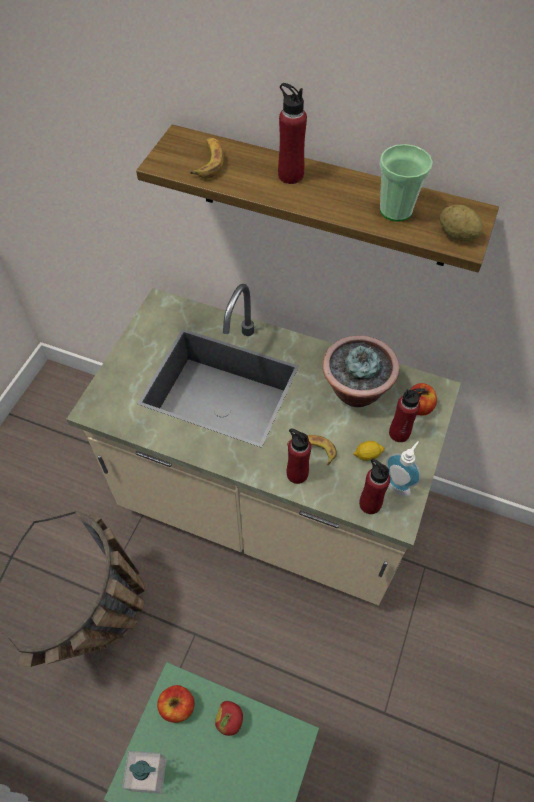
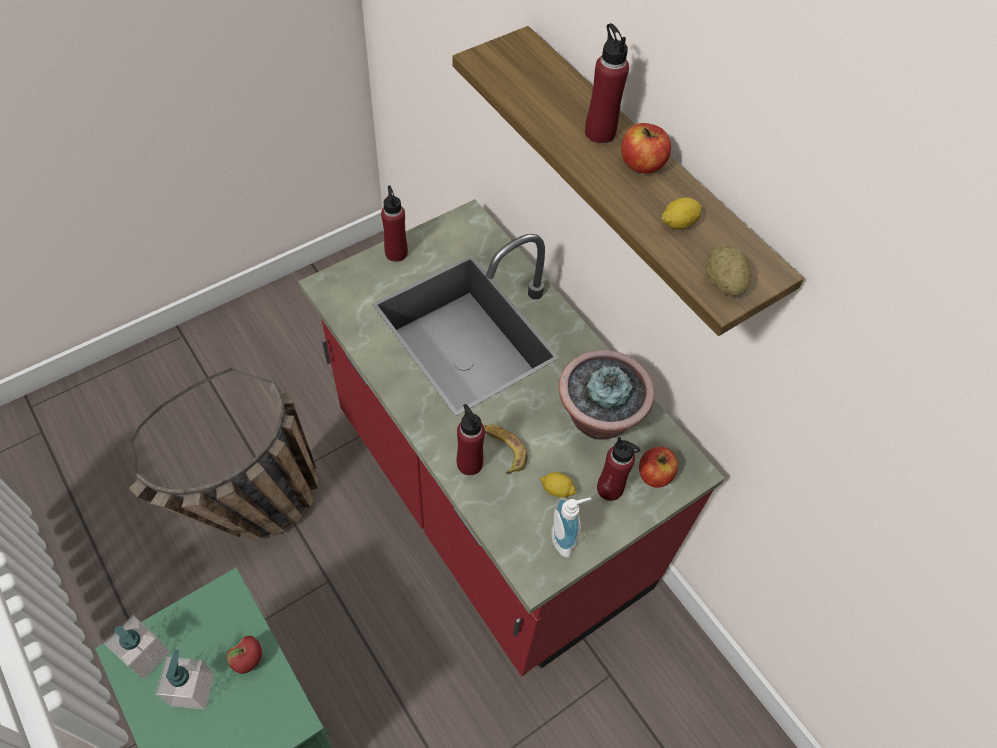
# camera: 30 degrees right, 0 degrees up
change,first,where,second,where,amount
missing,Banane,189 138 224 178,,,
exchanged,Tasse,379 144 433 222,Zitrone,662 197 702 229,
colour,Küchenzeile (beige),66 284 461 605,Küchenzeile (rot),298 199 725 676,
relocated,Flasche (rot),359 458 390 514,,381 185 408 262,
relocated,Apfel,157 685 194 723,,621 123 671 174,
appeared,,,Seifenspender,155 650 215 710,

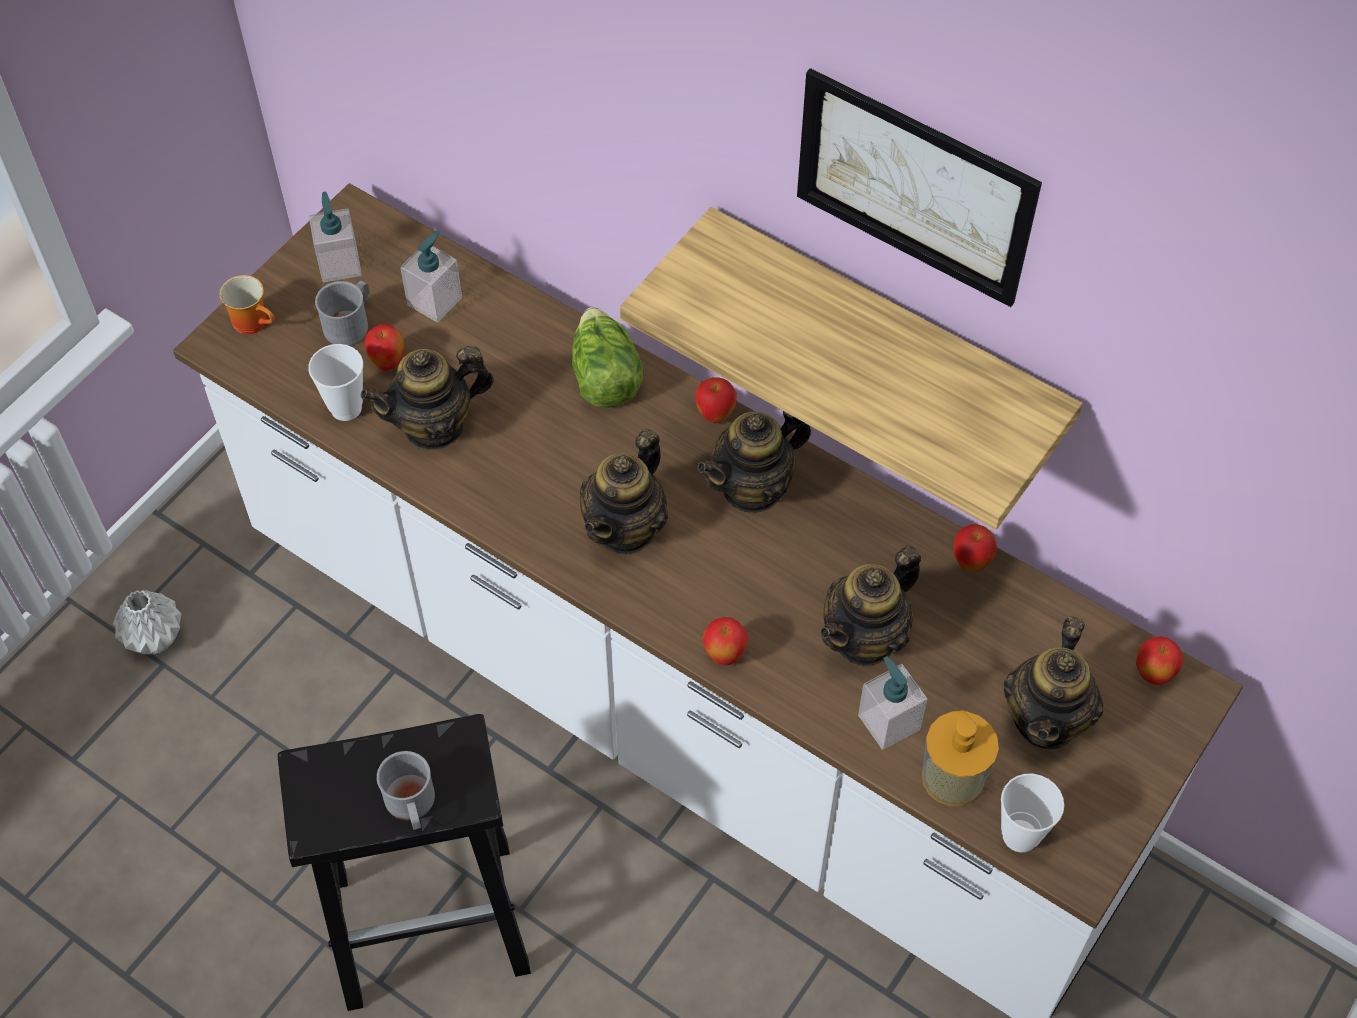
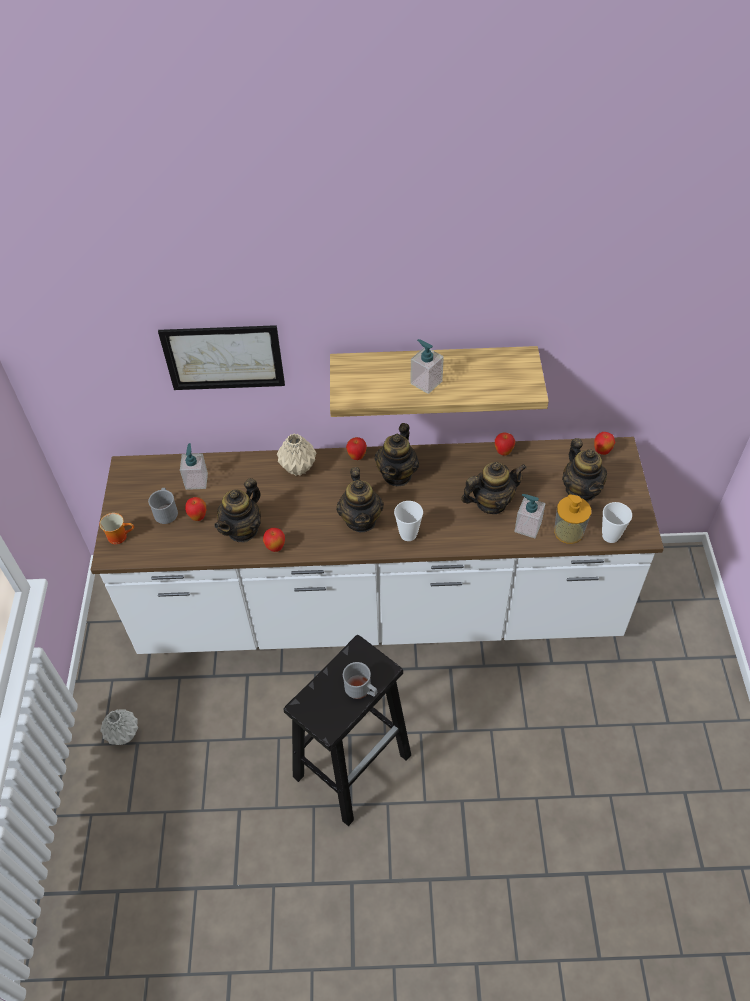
# camera: 35 degrees left, 5 degrees down
change,first,where,second,where,amount
relocated,Bild,797 68 1042 307,,158 325 285 390,
relocated,Seifenspender,309 192 362 282,,411 339 444 394,
exchanged,Salatkopf,572 307 643 408,Vase (beige),277 433 316 476,
relocated,Tasse,308 344 363 421,,394 501 423 541,
spun,Teekanne,820 546 921 668,,461 462 527 514,120 degrees counterclockwise
relocated,Apfel,702 617 748 666,,263 528 285 552,

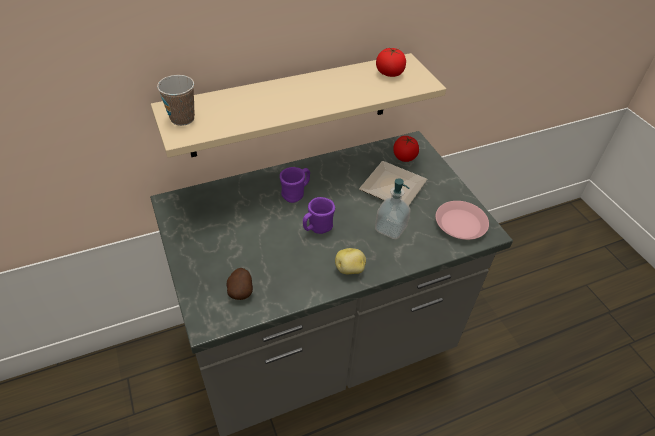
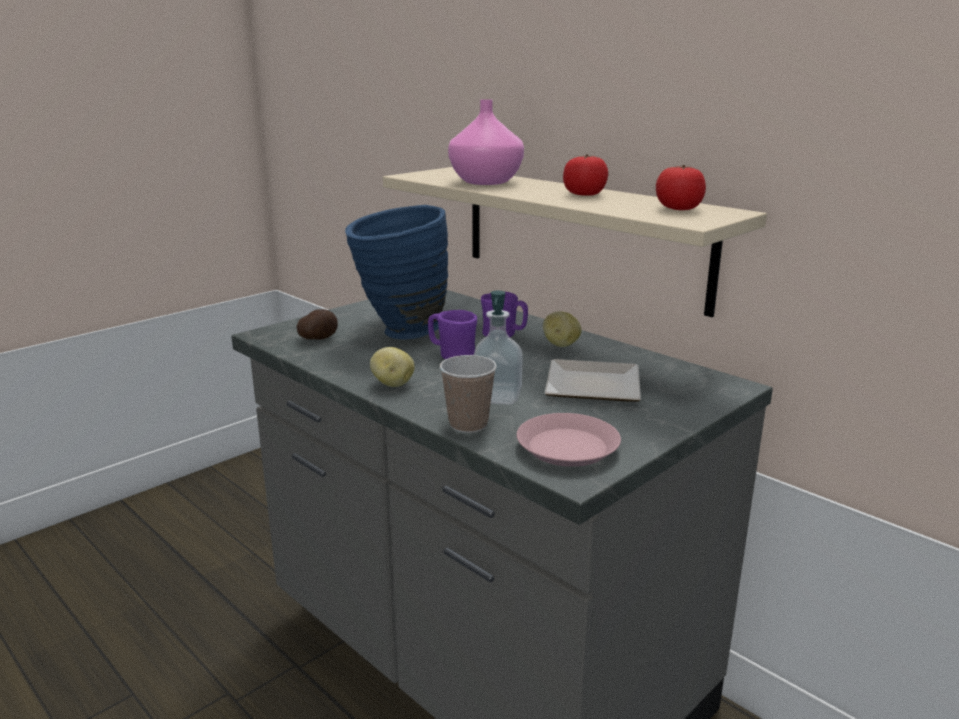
# camera: 70 degrees right, 25 degrees down
change,first,where,second,where,amount
relocated,Tasse,157 75 195 126,,440 355 497 433,
relocated,Tomate,393 136 419 162,,563 154 608 196,
appeared,,,Vase (rosa),448 99 524 185,
appeared,,,Vase (blau),345 205 448 339,
appeared,,,Kartoffel,543 311 581 347,

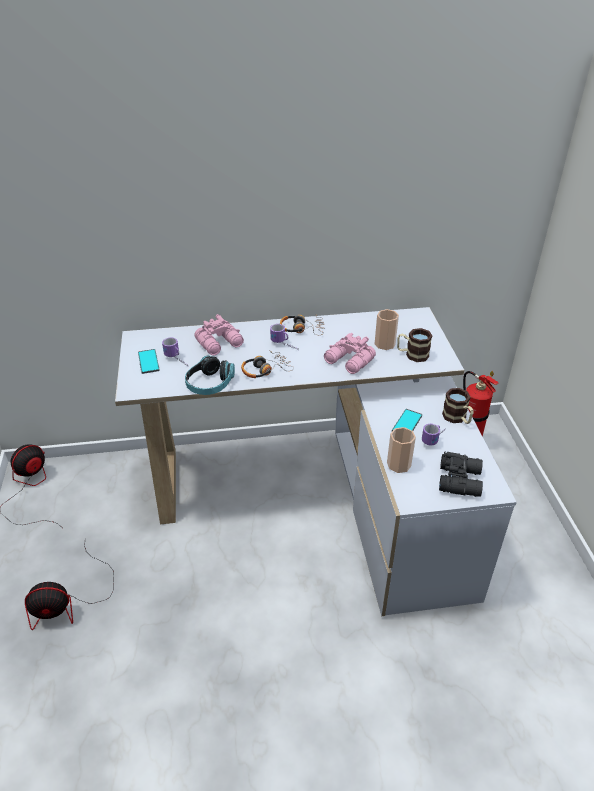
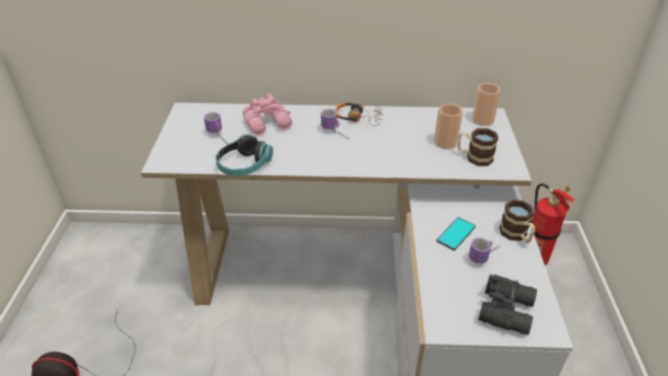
# camera: 10 degrees right, 0 degrees up
change,first,where,second,where,amount
missing,Fernglas (rosa),324 333 376 374,,,
missing,Handy,138 349 160 374,,,
missing,Kopfhörer,241 350 294 378,,,
relocated,Tasse,387 427 416 473,,472 83 501 126,
missing,Ventilator,0 444 63 528,,,

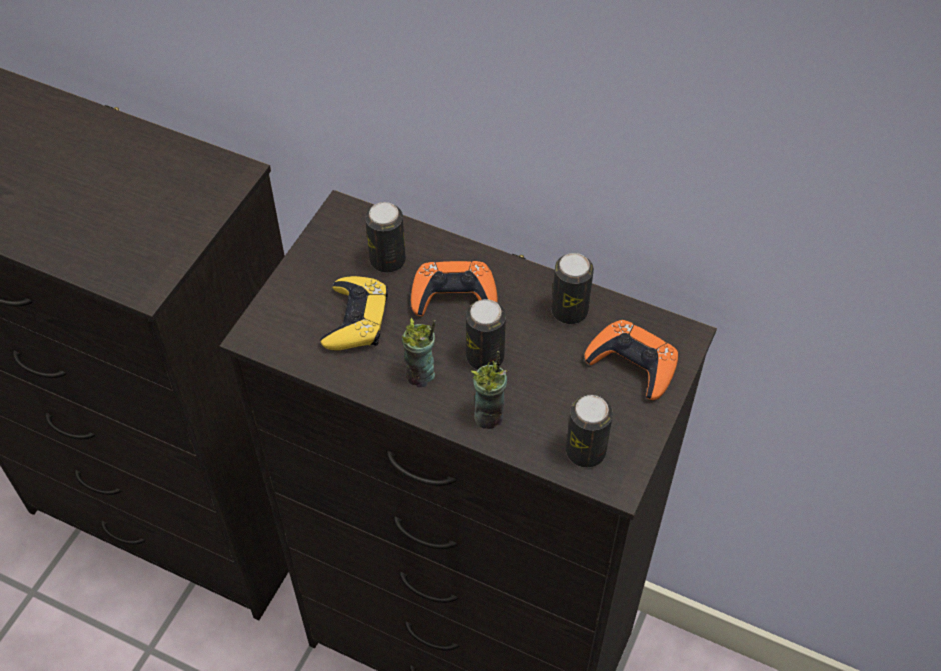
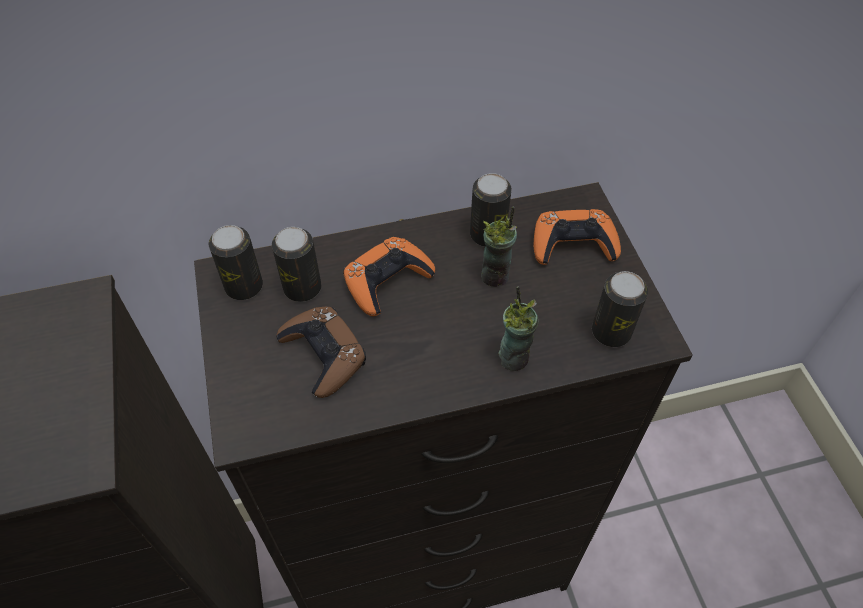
# camera: 40 degrees left, 0 degrees up
change,first,where,second,where,amount
colour,Gamepad (gelb),320 276 388 350,Gamepad (braun),276 307 366 398,
relocated,Dose,466 299 506 370,,209 225 263 300,
relocated,Tasse,402 318 436 387,,481 207 517 287,

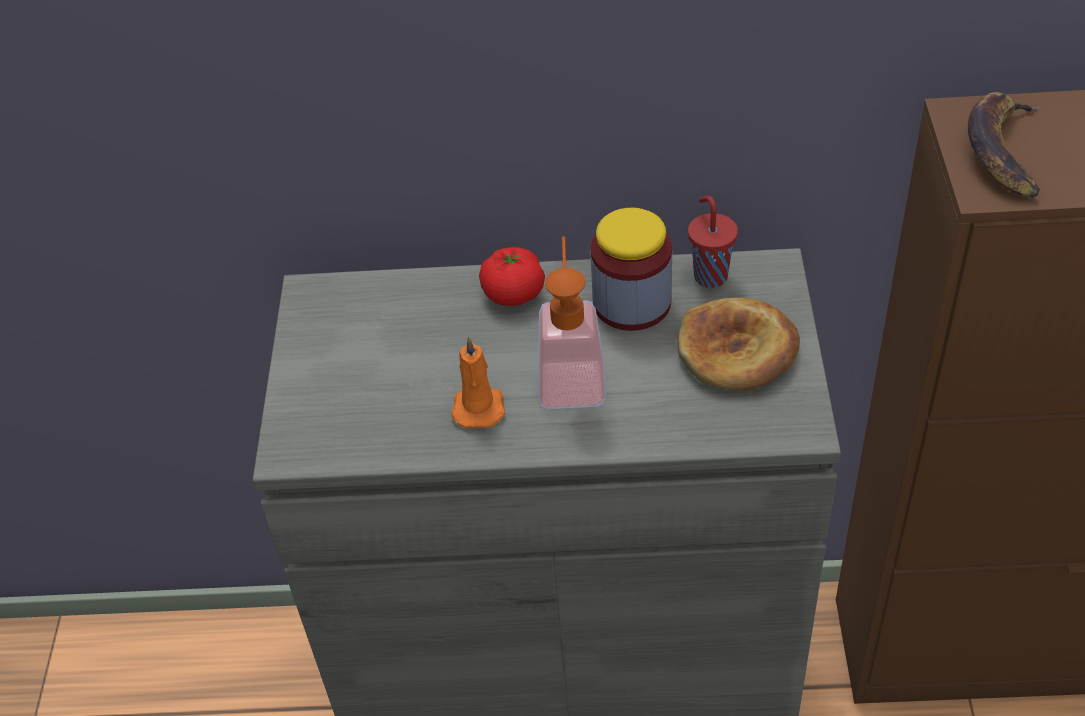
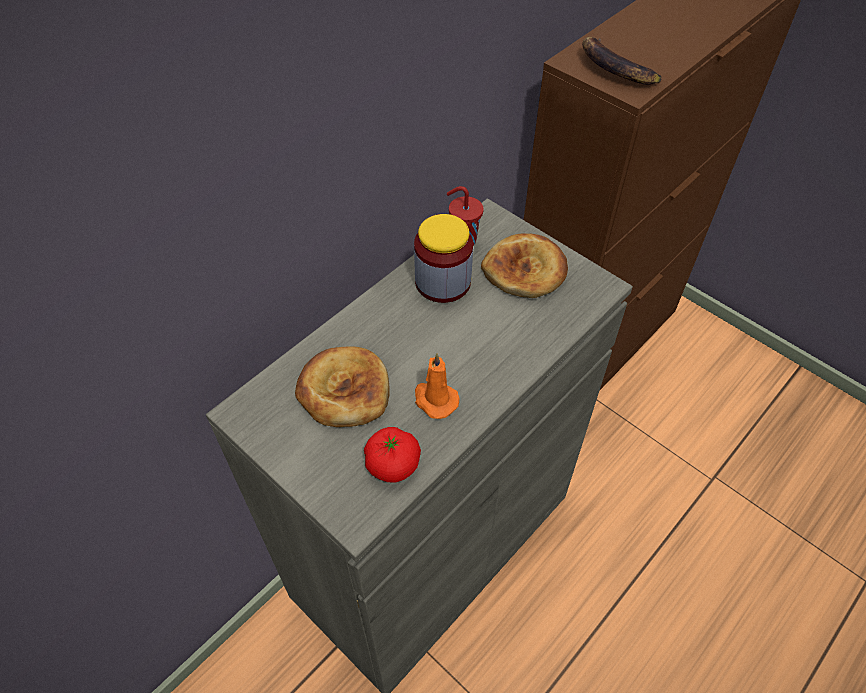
# camera: 50 degrees left, 5 degrees up
change,first,where,second,where,amount
missing,Seifenspender,538 236 606 409,,,
relocated,Tomate,479 247 545 306,,364 427 421 483,
appeared,,,Brot,295 346 390 427,

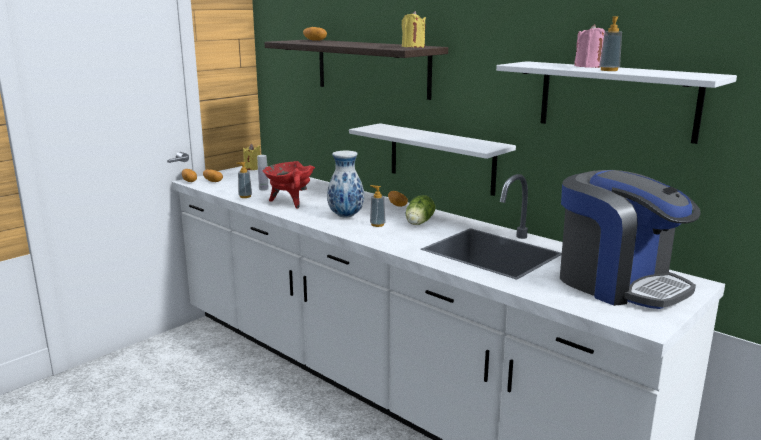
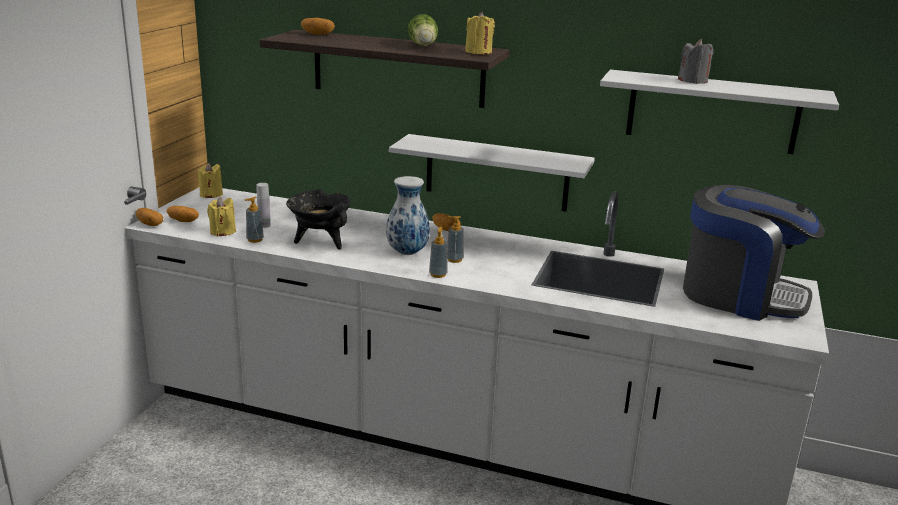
# camera: 25 degrees left, 5 degrees up
change,first,where,second,where,amount
relocated,Seifenspender,599 16 622 71,,429 227 448 278,
colour,Kerze (rosa),574 24 605 68,Kerze (grau),678 39 714 84,
colour,Kochtopf (rot),262 161 315 209,Kochtopf (schwarz),286 189 351 249,
relocated,Salatkopf,406 195 435 225,,408 14 438 46,
appeared,,,Kerze (gelb),207 197 236 236,

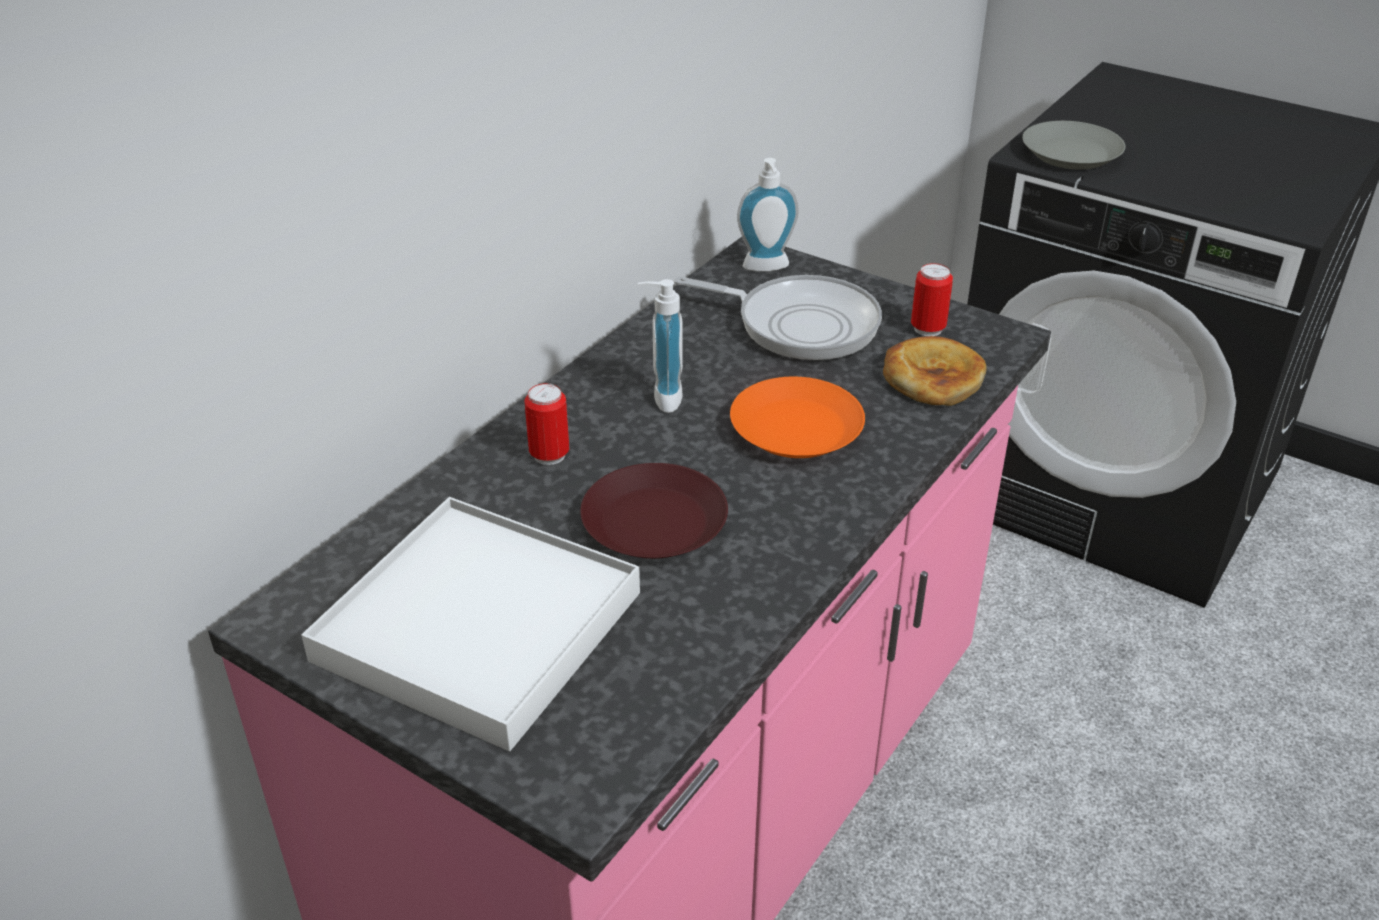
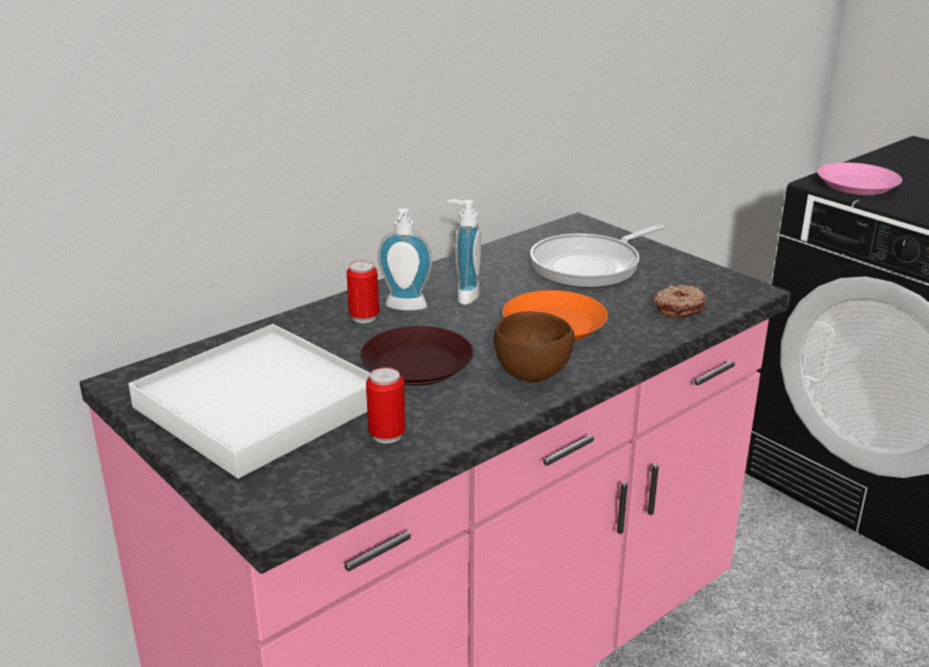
# camera: 15 degrees right, 10 degrees down
change,first,where,second,where,amount
colour,Teller (grau),1022 121 1126 170,Teller (rosa),817 163 902 195,
relocated,Seifenspender,737 158 799 272,,378 208 433 311,
relocated,Dose,911 263 953 336,,366 367 406 443,
spun,Pfanne,674 275 882 360,,530 224 665 288,105 degrees clockwise
exchanged,Brot,883 336 987 406,Donut,654 285 706 317,
appeared,,,Schüssel (braun),494 311 574 382,

